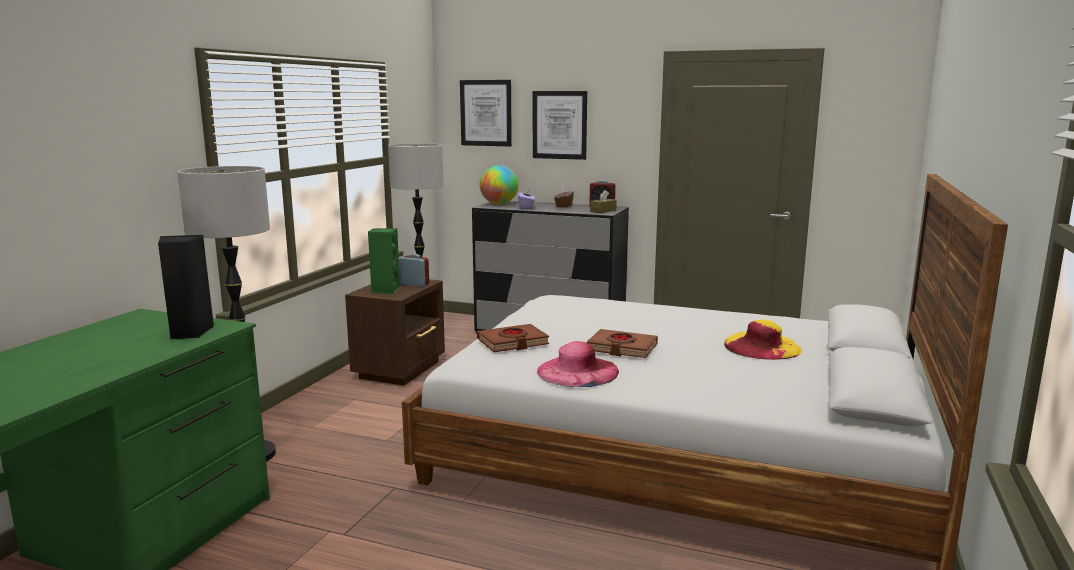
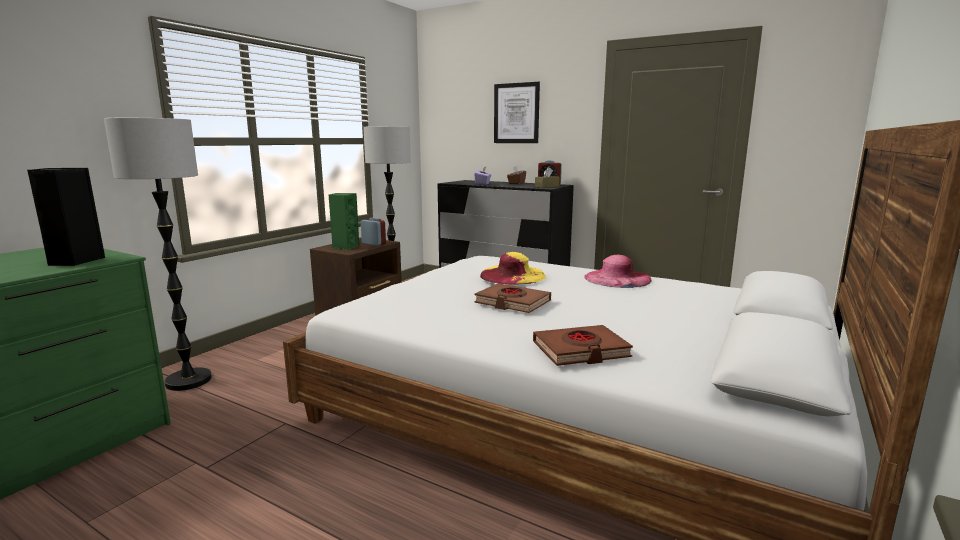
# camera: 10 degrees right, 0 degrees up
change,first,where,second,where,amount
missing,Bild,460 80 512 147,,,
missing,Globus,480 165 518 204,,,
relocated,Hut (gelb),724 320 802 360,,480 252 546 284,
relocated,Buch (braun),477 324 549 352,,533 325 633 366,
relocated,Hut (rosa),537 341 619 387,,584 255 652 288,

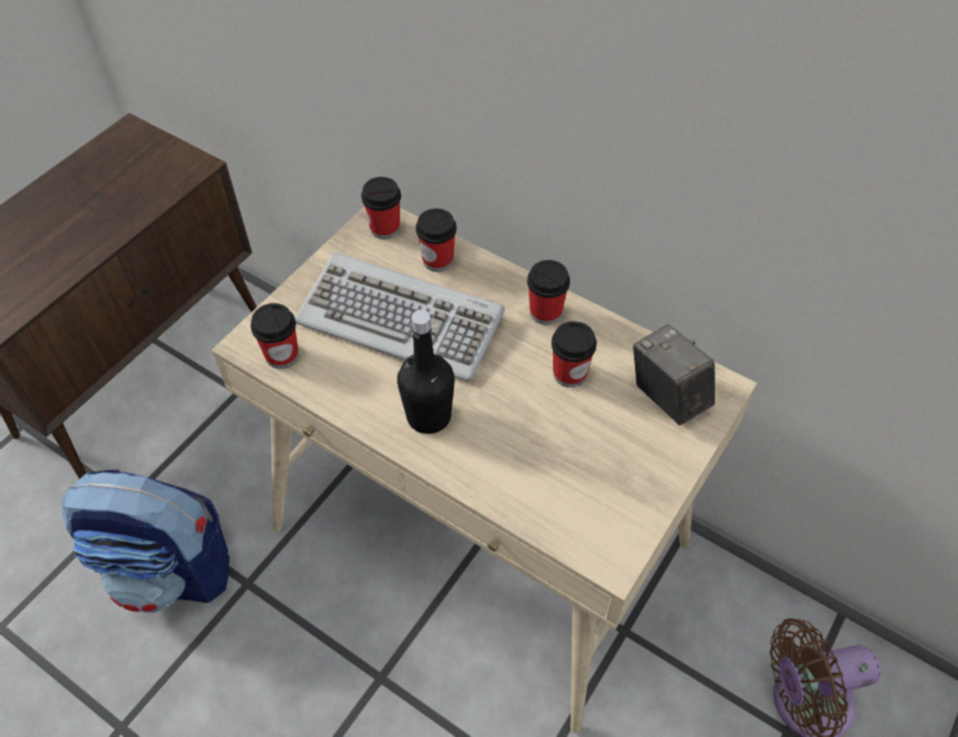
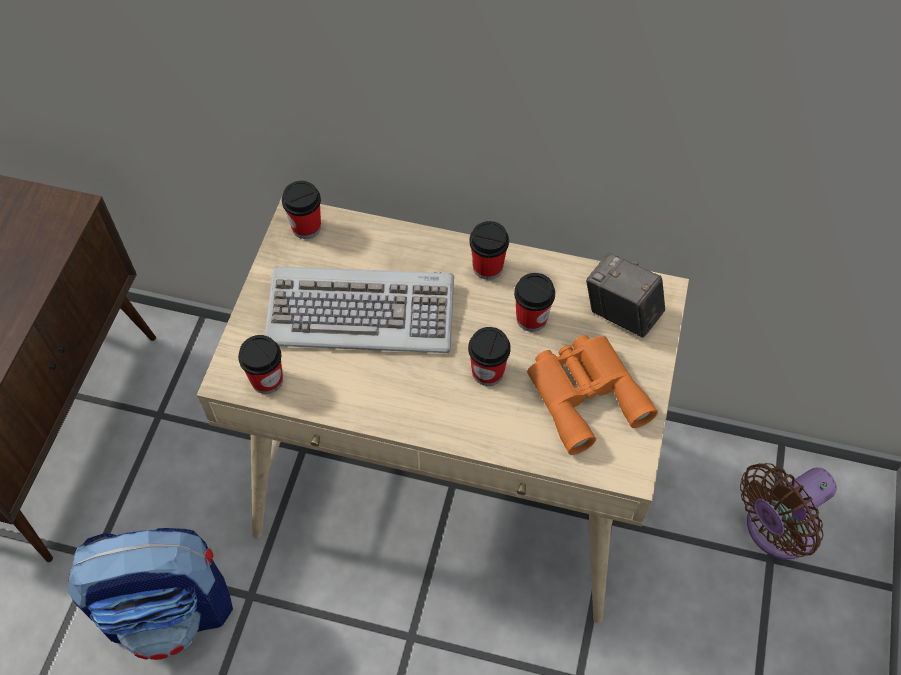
# camera: 20 degrees left, 5 degrees up
change,first,where,second,where,amount
relocated,Tasse,416 208 457 272,,468 327 511 386,
missing,Flasche (schwarz),397 310 455 434,,,
appeared,,,Fernglas (orange),527 335 658 455,

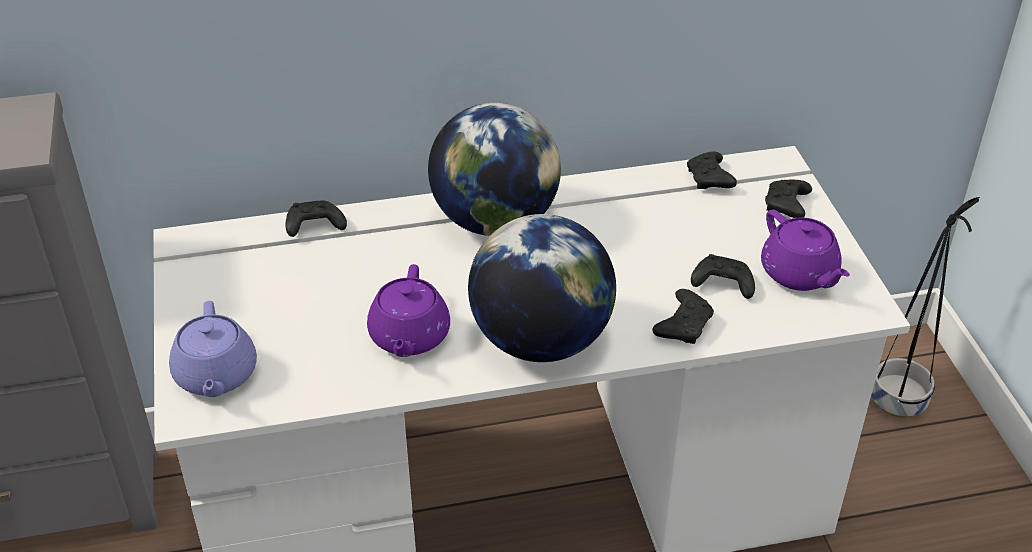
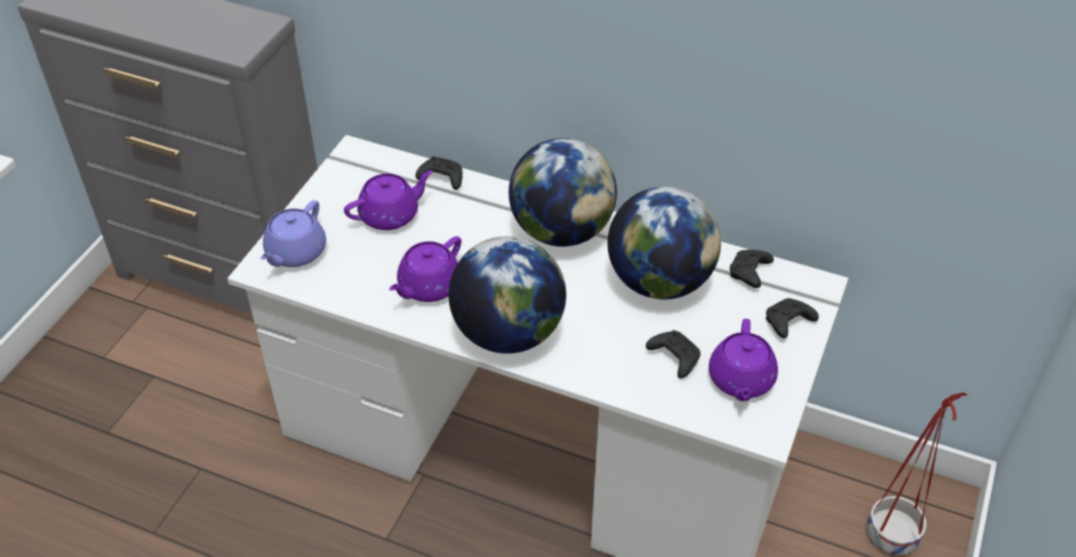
# camera: 35 degrees right, 5 degrees up
change,first,where,second,where,amount
colour,Pflanzkübel (schwarz),871 197 980 418,Pflanzkübel (rot),867 393 968 555,
missing,Gamepad (schwarz),653 289 714 344,,,
appeared,,,Teekanne (lila),344 170 433 230,
appeared,,,Globus,608 187 721 299,

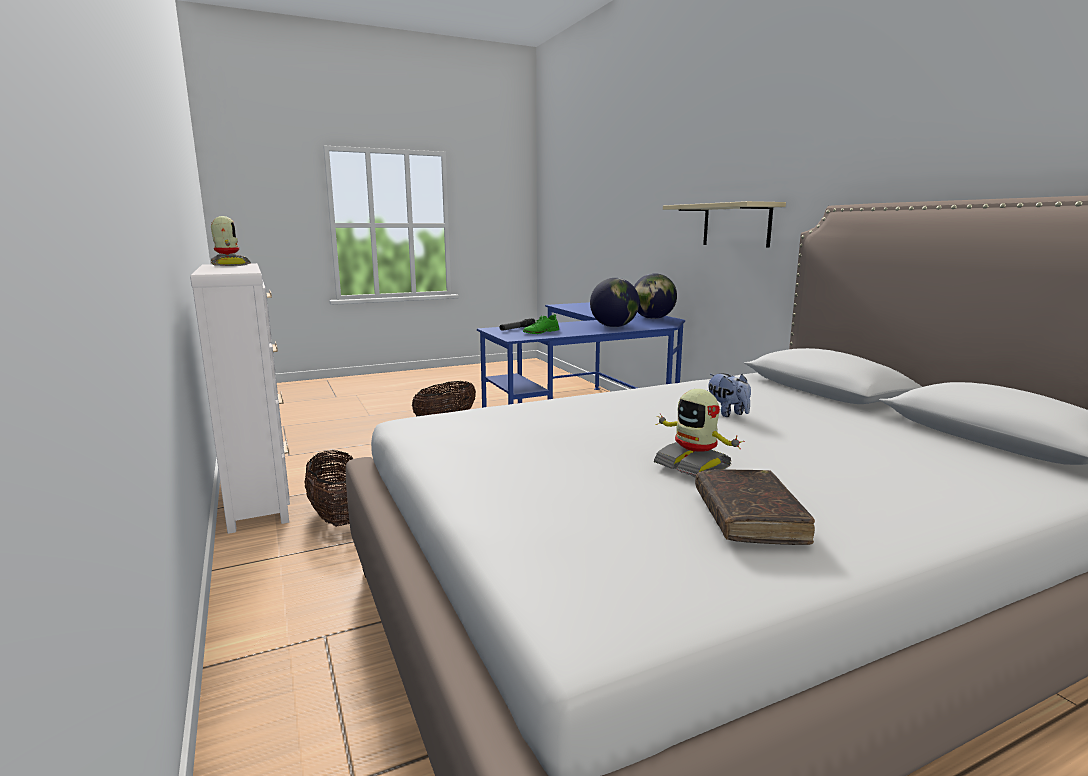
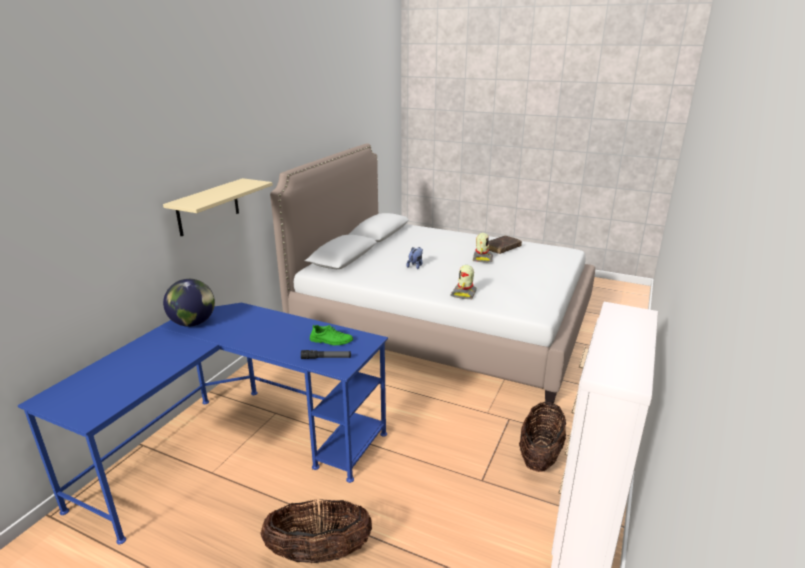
# camera: 130 degrees left, 10 degrees up
change,first,where,second,where,amount
relocated,Spielzeugroboter,211 216 251 266,,450 265 477 299,
missing,Globus,590 278 639 327,,,

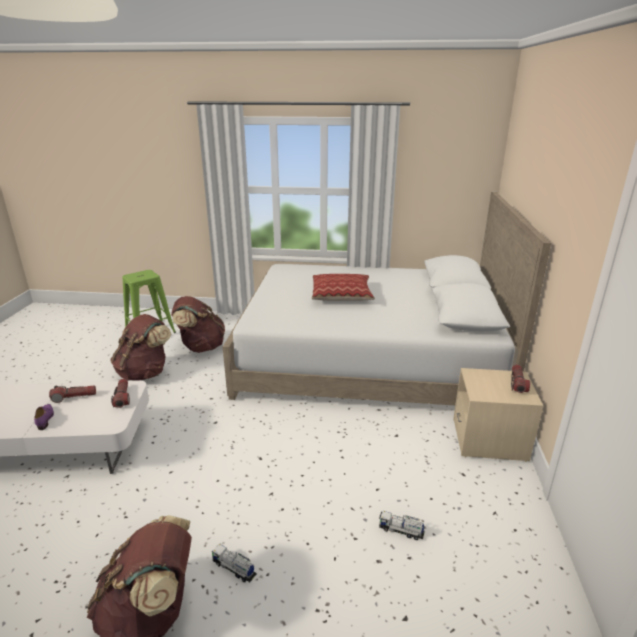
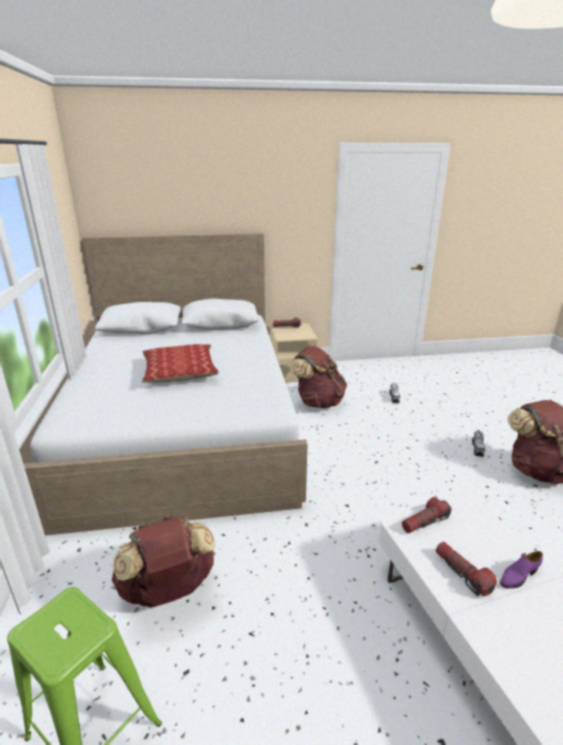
# camera: 105 degrees left, 0 degrees up
change,first,where,second,where,amount
relocated,Rucksack (braun),110 314 171 381,,290 346 347 408,

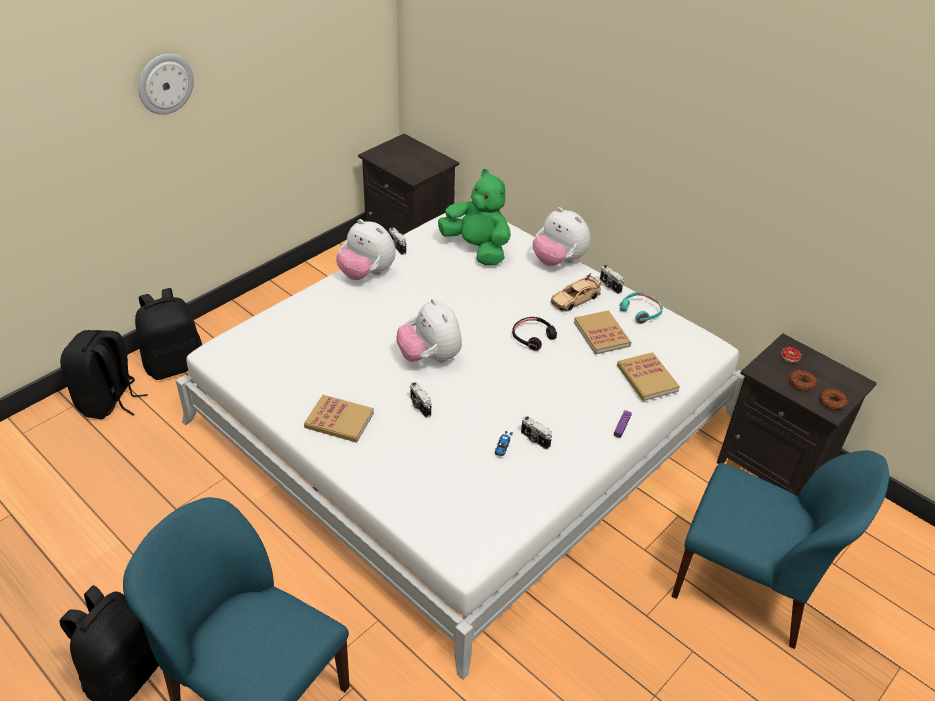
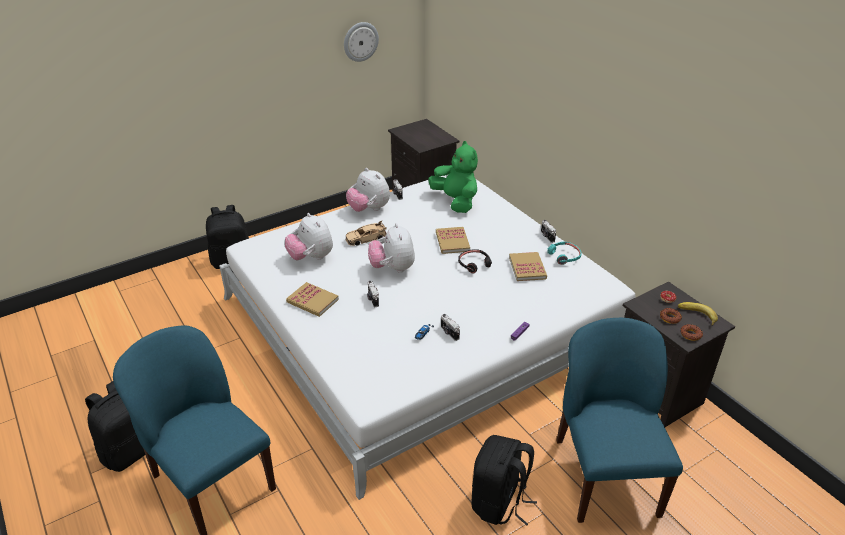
# camera: 15 degrees right, 5 degrees down
change,first,where,second,where,amount
relocated,Wanduhr,138 54 194 115,,344 22 379 62,
relocated,Plüschtier,533 207 590 266,,285 213 333 260,
relocated,Spielzeugauto (beige),551 273 602 312,,346 221 387 246,
relocated,Rucksack (schwarz),60 330 148 419,,471 435 537 525,
relocated,Buch,617 352 680 401,,436 227 470 254,
spun,Stuhl (blau),672 450 889 649,,556 318 683 523,135 degrees counterclockwise
appeared,,,Banane,678 302 718 326,

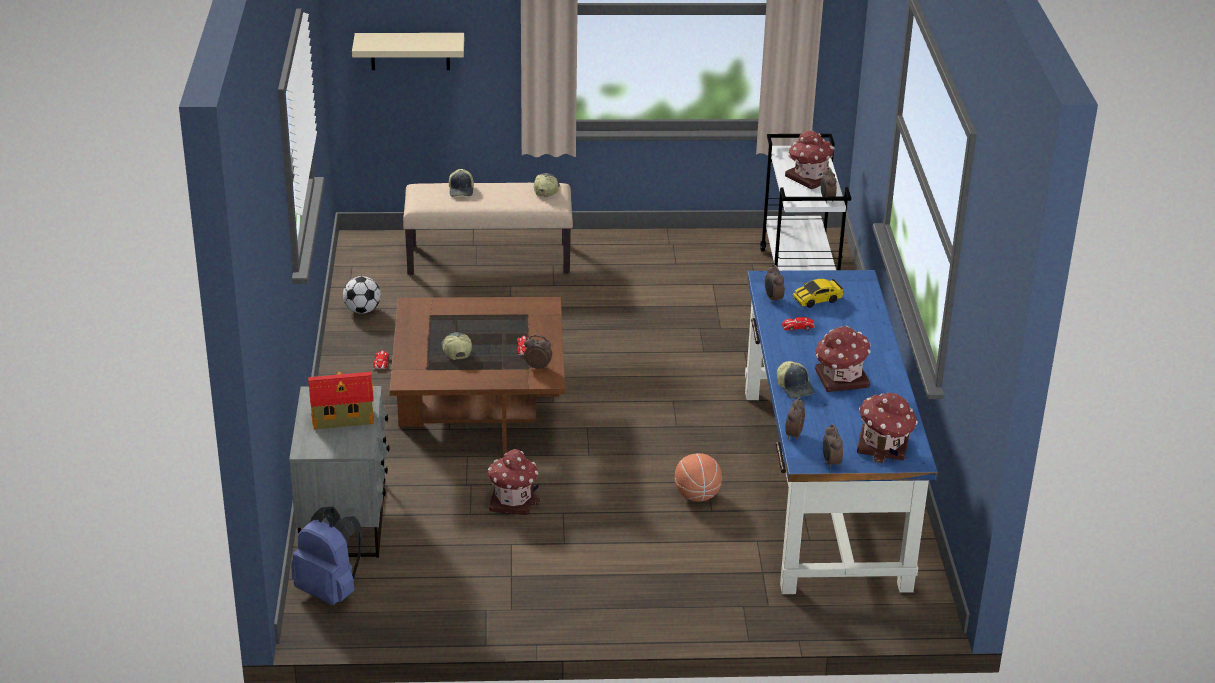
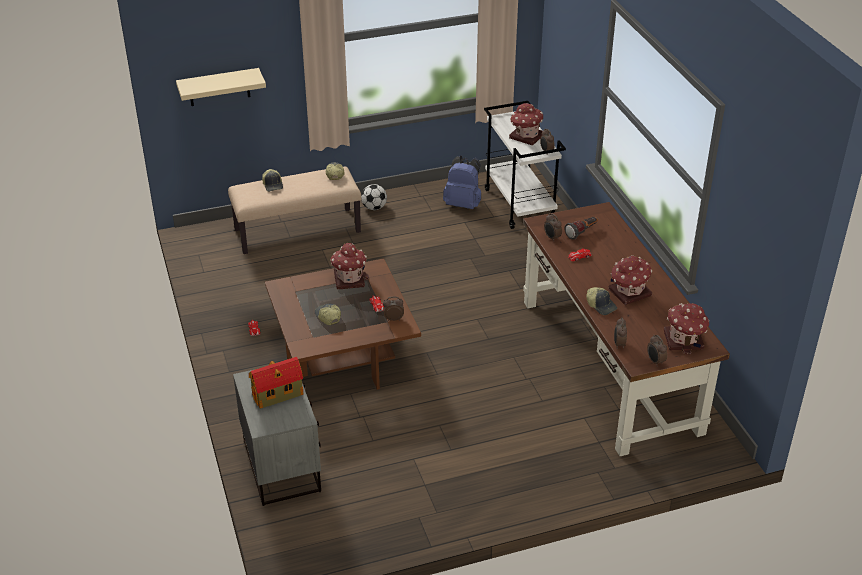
# camera: 15 degrees left, 5 degrees up
change,first,where,second,where,amount
colour,Schreibtisch (blau),745 270 938 594,Schreibtisch (braun),523 202 730 456,
relocated,Fußball,343 276 381 314,,361 184 387 210,
exchanged,Spielzeugauto,793 279 844 308,Taschenlampe,564 217 598 240,
relocated,Spielzeughaus,487 449 540 515,,331 243 369 290,
missing,Basketball,675 453 722 502,,,
relocated,Rucksack (blau),291 506 362 605,,443 155 481 209,

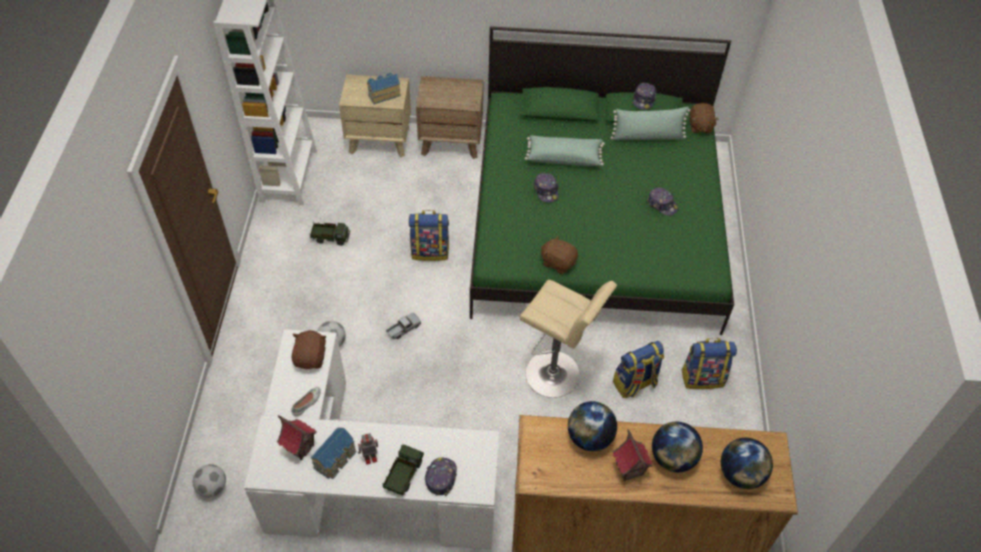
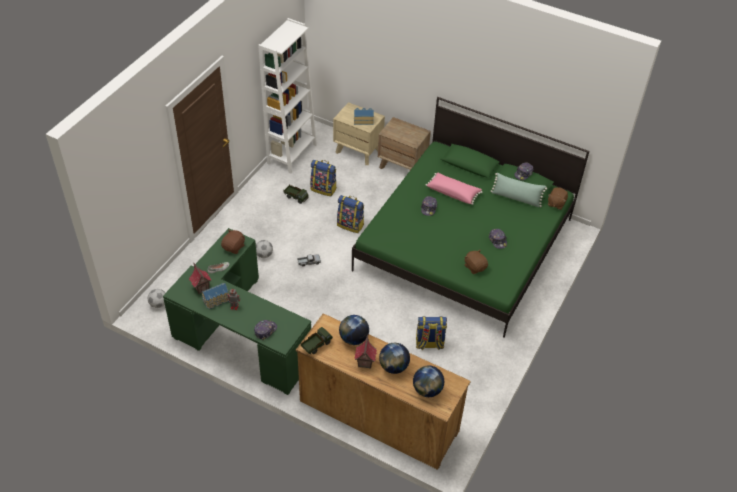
# camera: 25 degrees right, 5 degrees down
change,first,where,second,where,amount
colour,Kissen (grün),525 135 605 166,Kissen (rosa),426 172 482 205,
relocated,Plüschtier (braun),541 235 578 274,,465 250 488 274,
missing,Hocker (beige),519 280 617 398,,,
colour,Schreibtisch (weiß),244 329 499 550,Schreibtisch (grün),163 228 311 395,
relocated,Rucksack,681 338 737 389,,310 160 337 196,
relocated,Spielzeuglaster,382 445 424 496,,301 327 333 354,

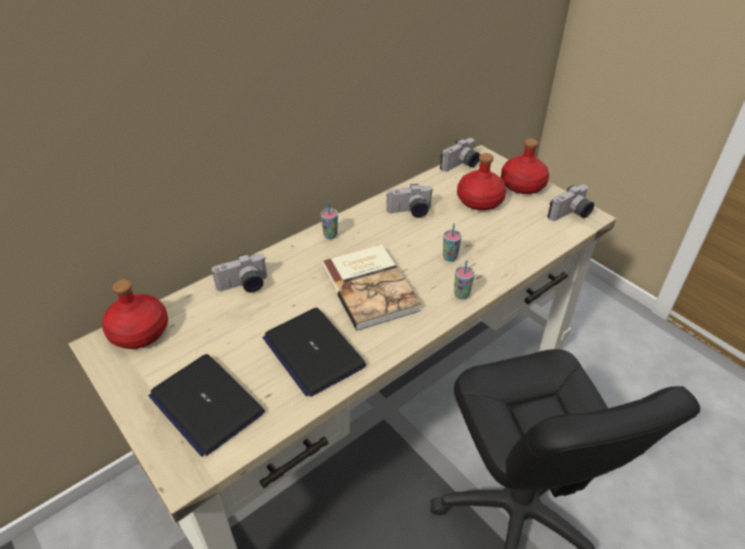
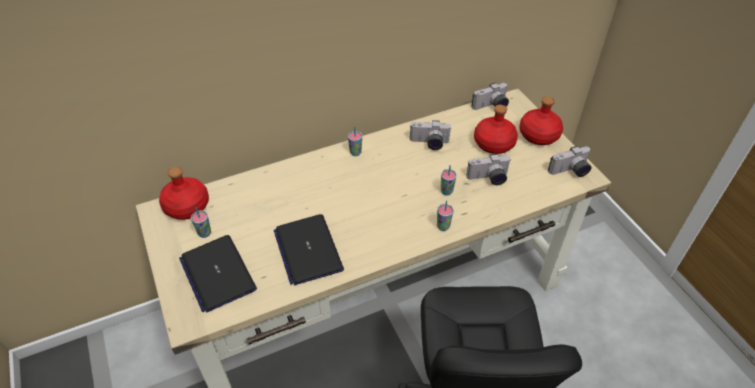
# camera: 15 degrees right, 5 degrees up
change,first,where,second,where,amount
missing,Buch,322 245 421 331,,,
relocated,Kamera,212 253 267 293,,467 154 511 185,
appeared,,,Tasse,191 207 211 238,

